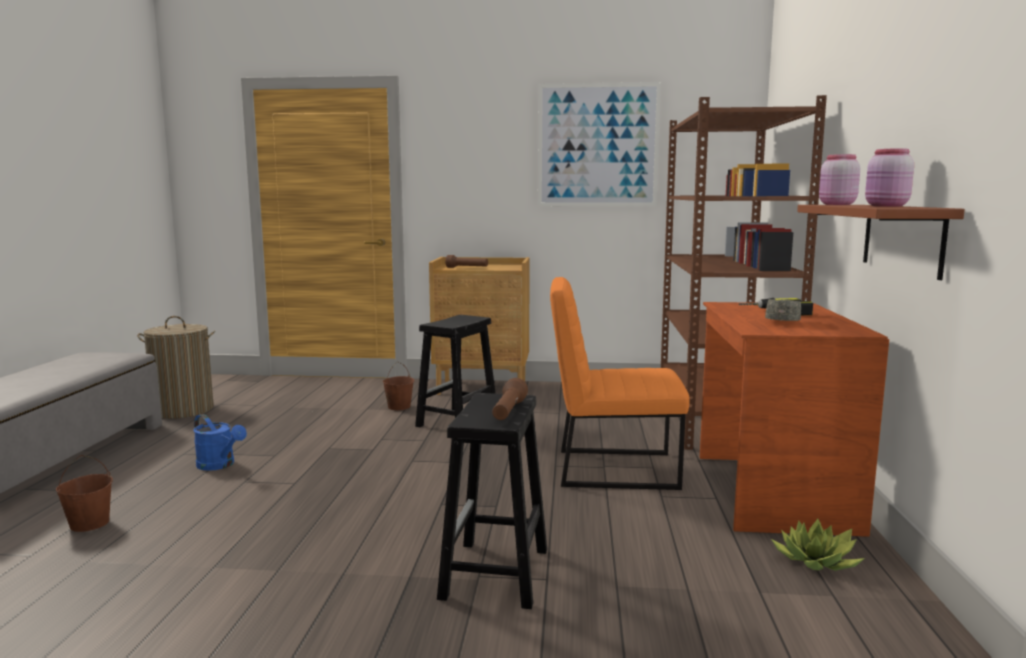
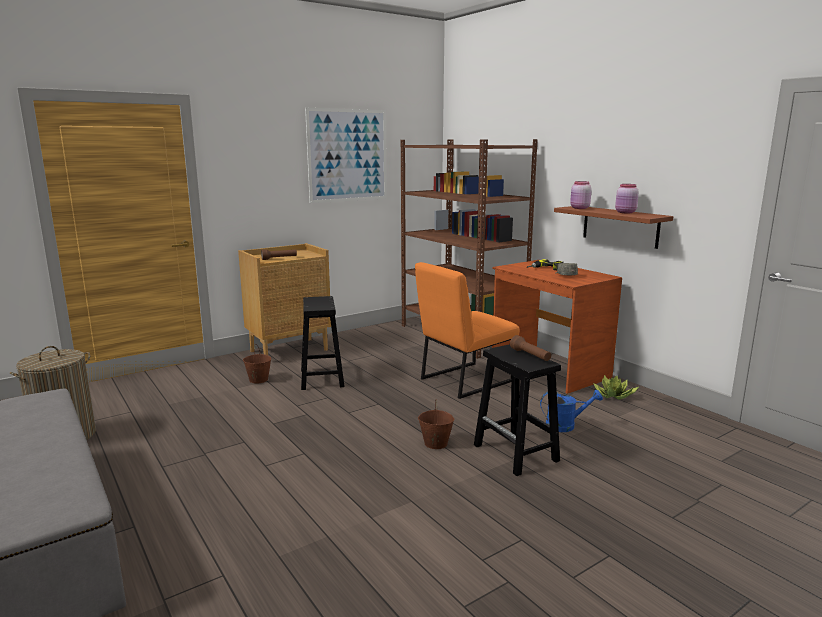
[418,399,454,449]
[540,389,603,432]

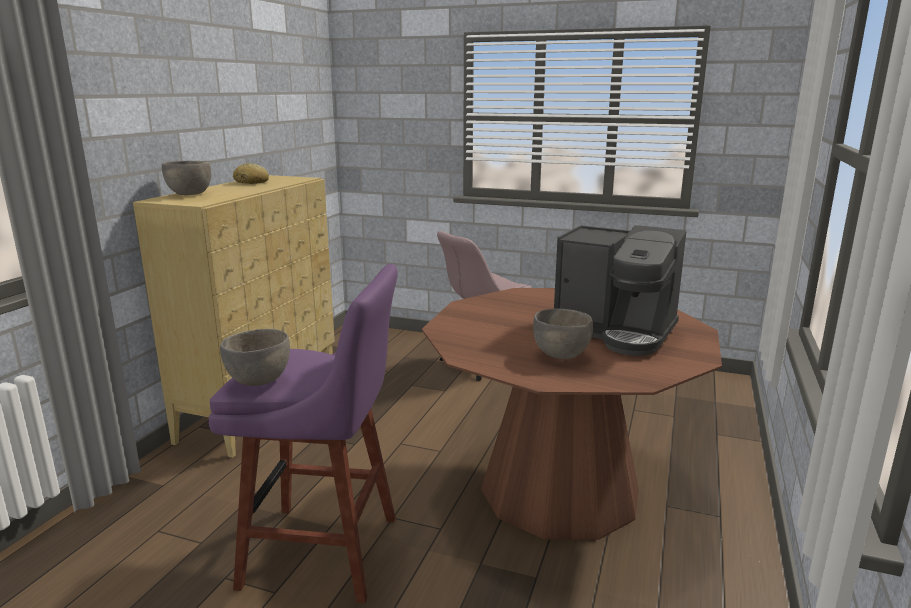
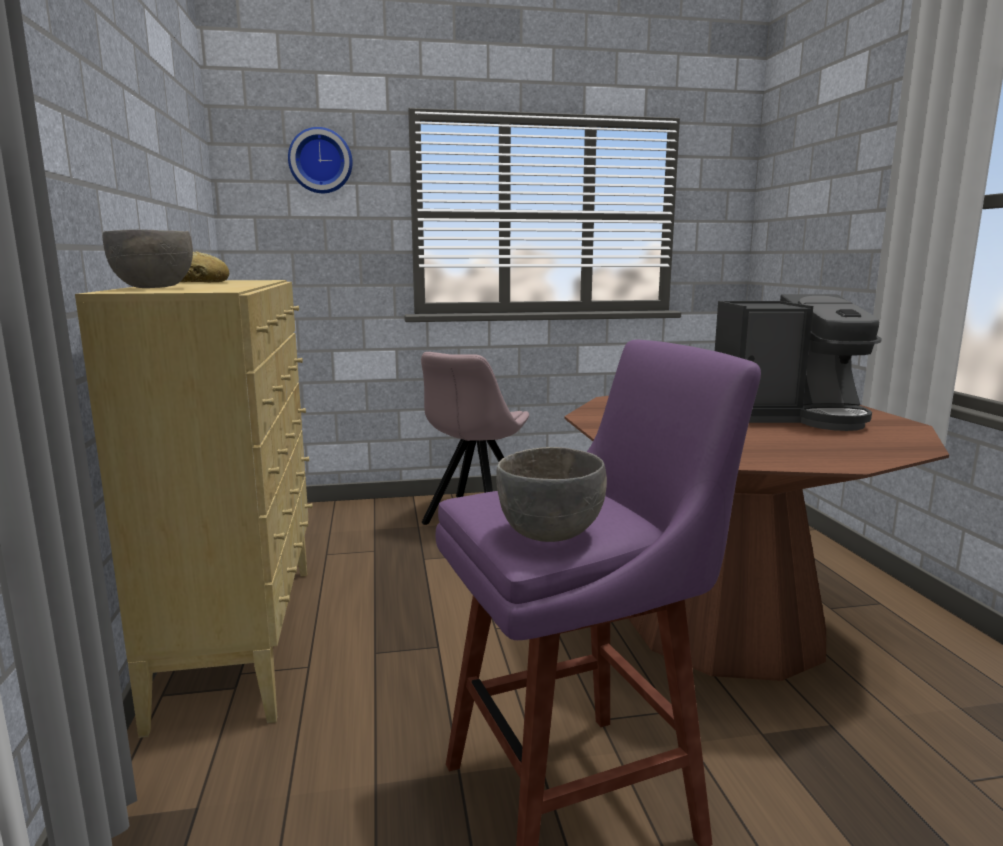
[533,308,593,359] (first image)
[288,127,353,193]

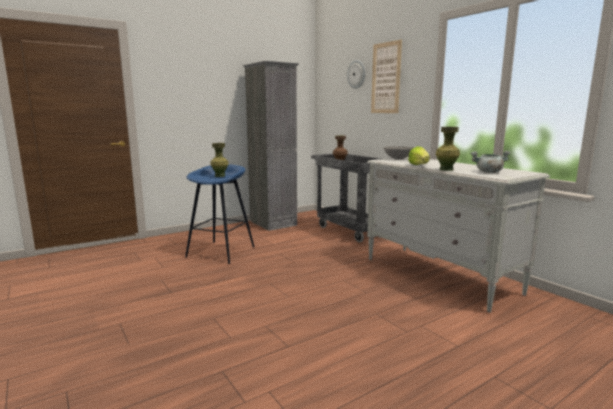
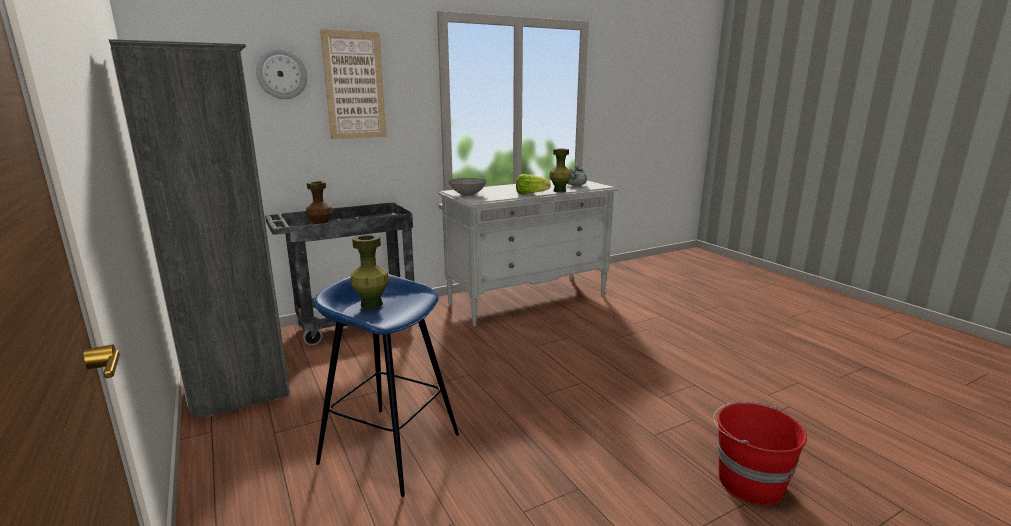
[713,401,807,505]

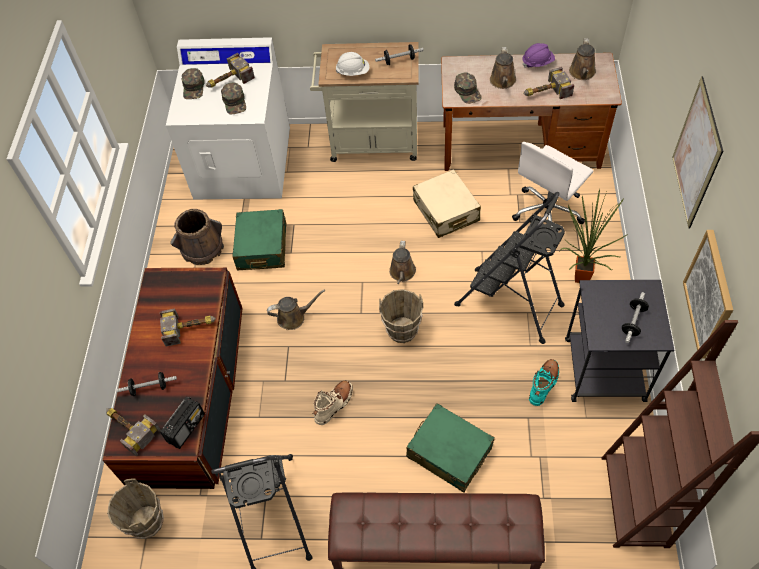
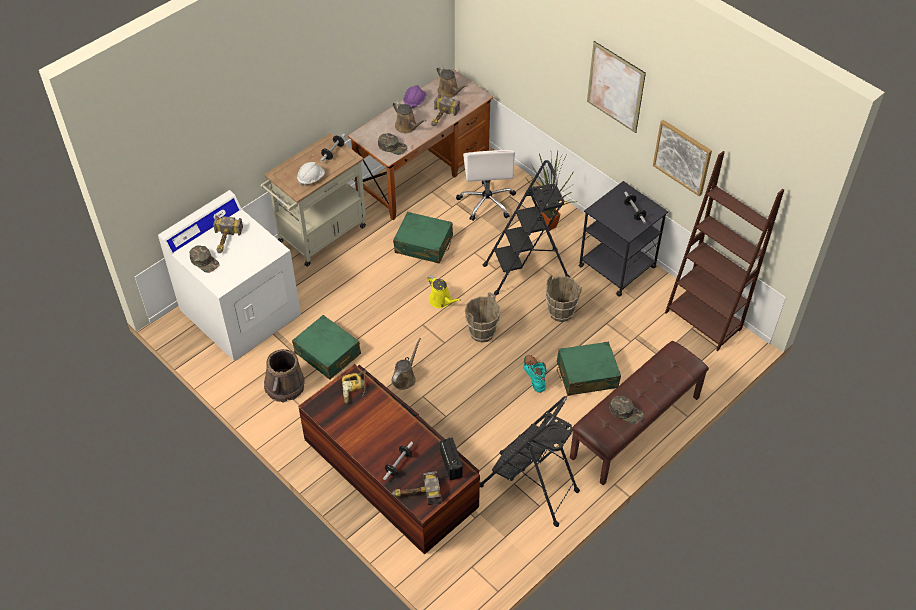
[546,275,582,322]
[160,308,216,346] (first image)
[609,396,643,424]
[313,381,353,425] (first image)
[427,275,461,308]
[393,212,453,264]
[523,355,547,392]
[342,371,366,403]

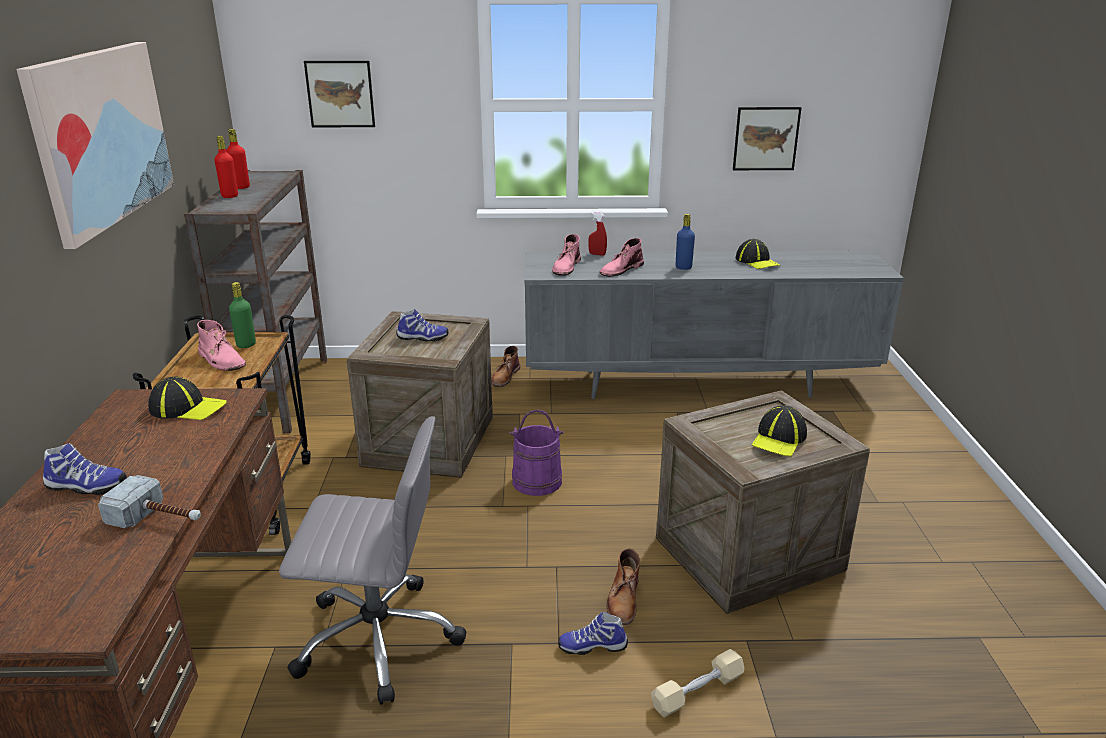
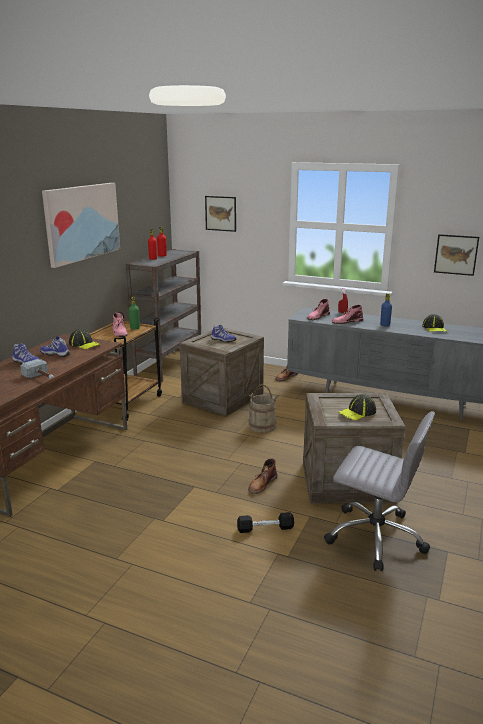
[324,411,435,571]
[249,384,277,433]
[40,336,70,357]
[237,512,294,533]

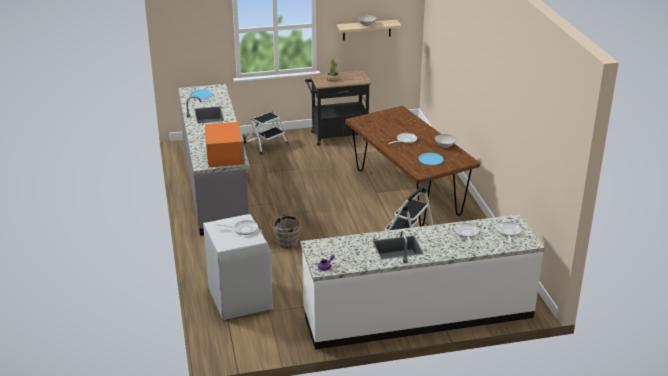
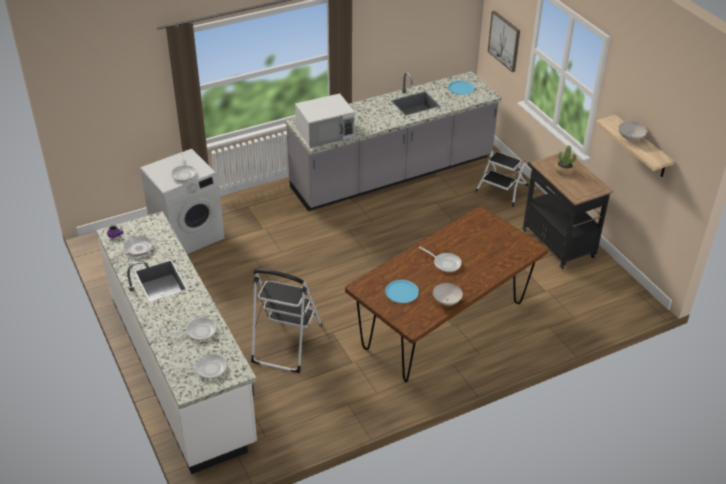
[295,93,355,148]
[270,215,301,249] (first image)
[110,236,154,261]
[488,11,520,72]

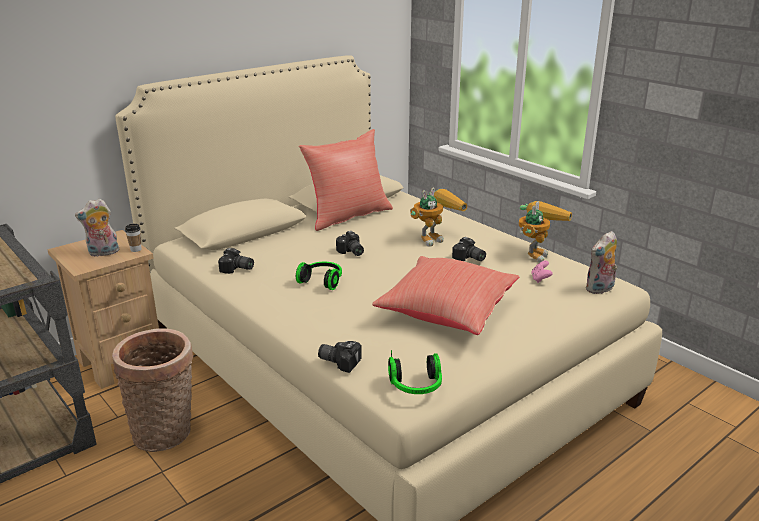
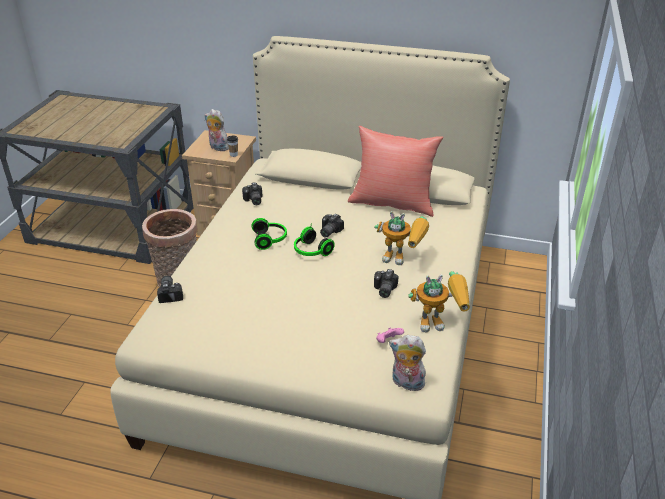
[372,256,519,335] (first image)
[294,223,335,256]

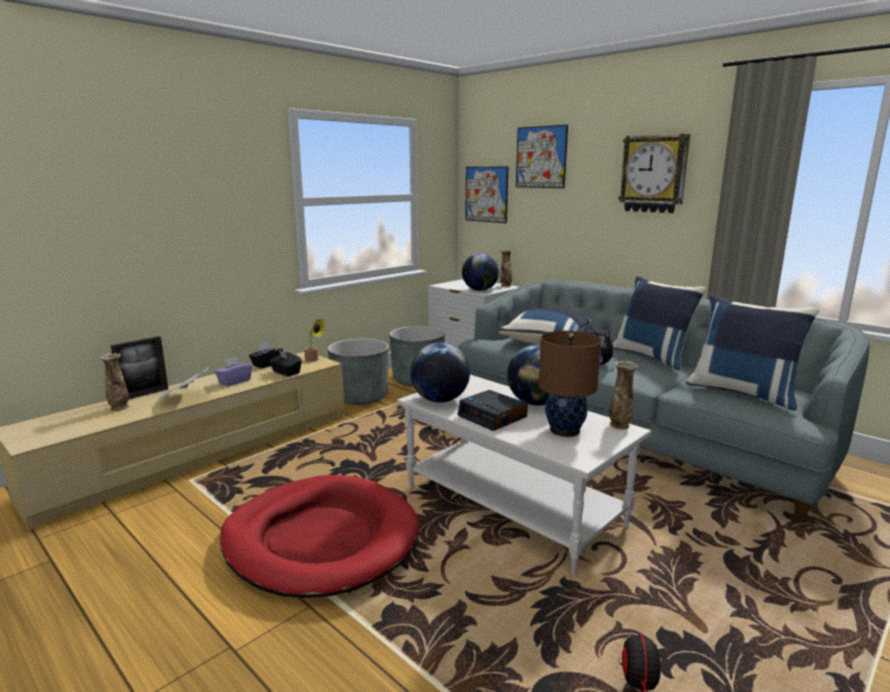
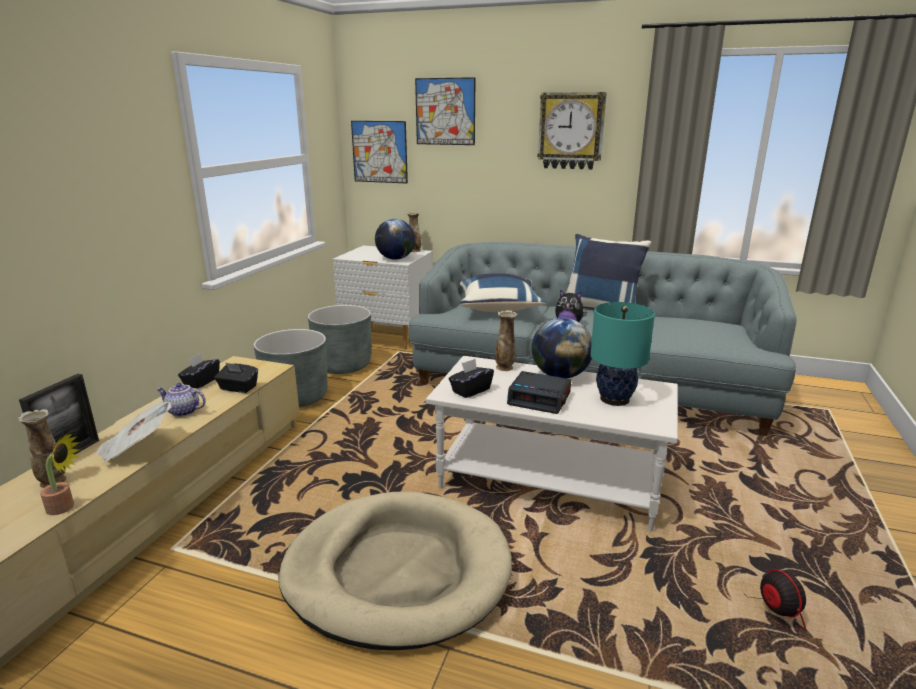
[157,383,206,417]
[278,491,512,650]
[40,433,80,515]
[449,359,494,398]
[590,302,655,406]
[495,310,517,371]
[686,296,819,411] (first image)

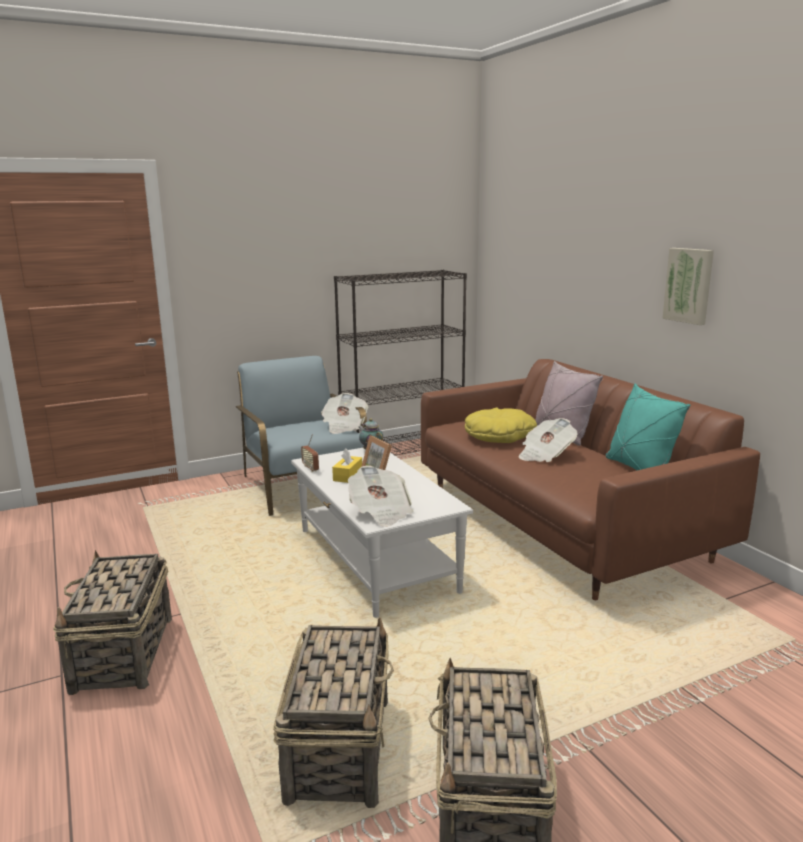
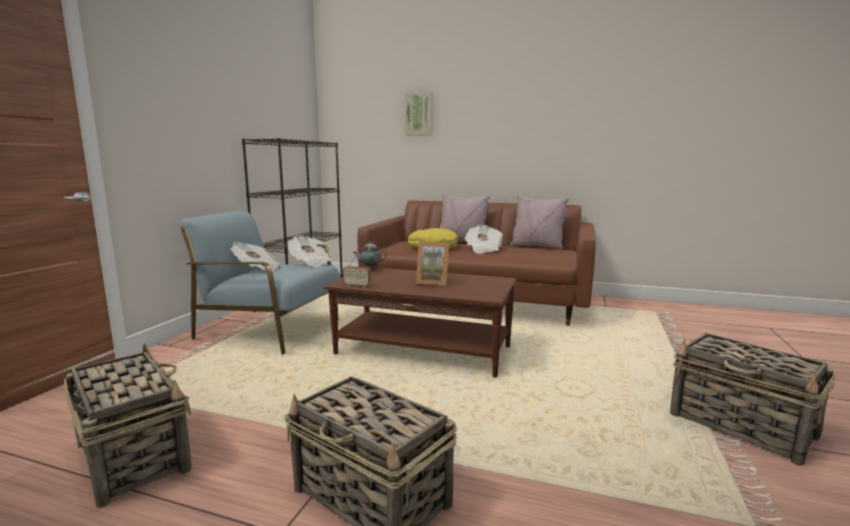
[64,343,192,508]
[324,267,516,378]
[332,448,362,483] (first image)
[230,242,280,272]
[510,196,569,249]
[405,92,432,136]

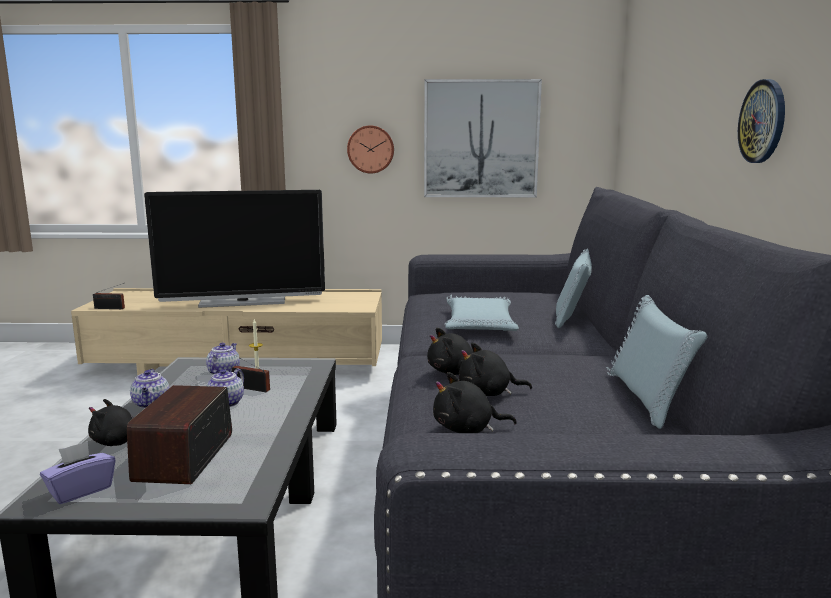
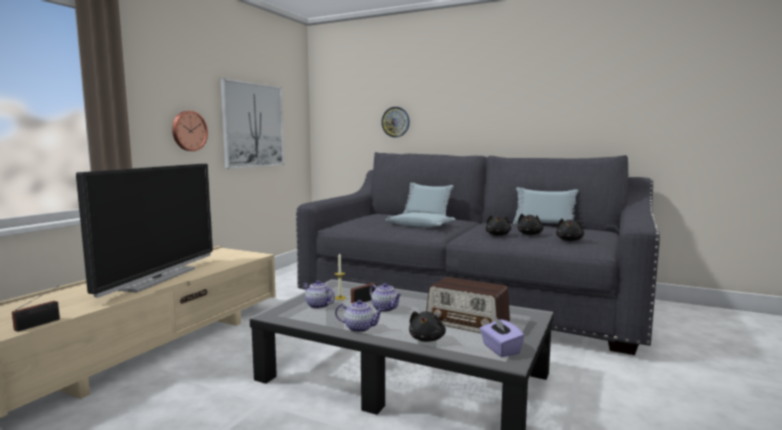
[381,107,410,137]

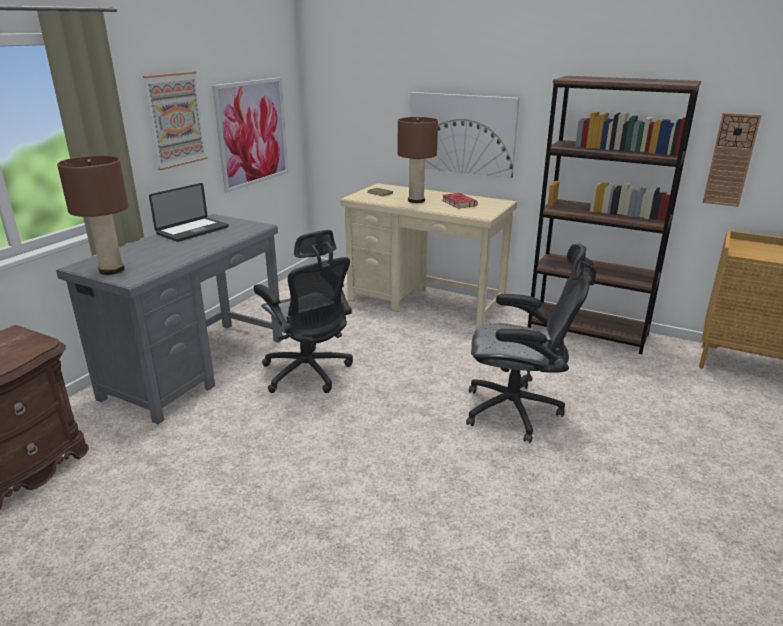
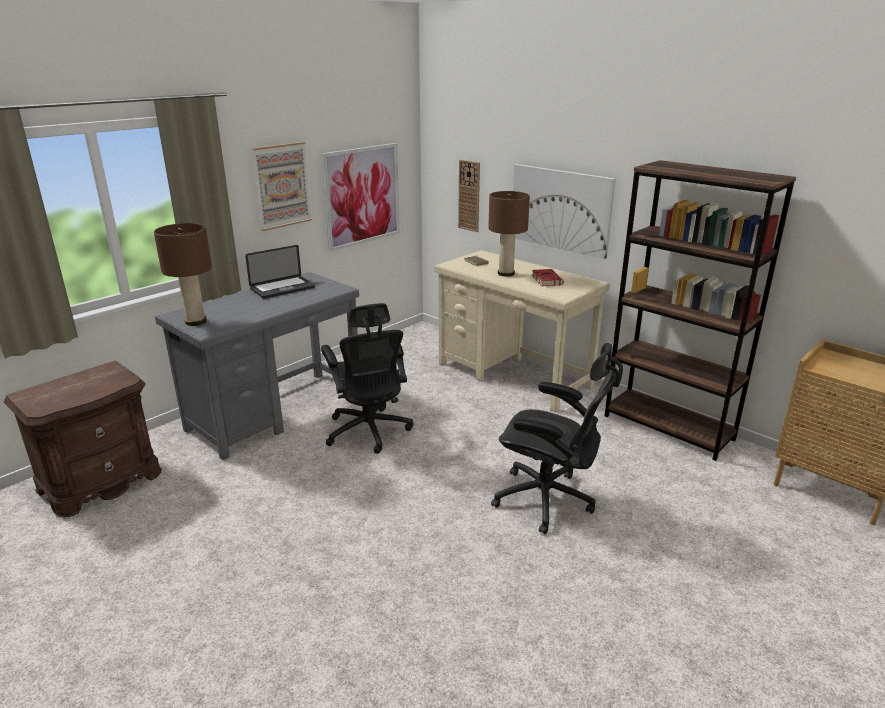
[458,160,480,232]

